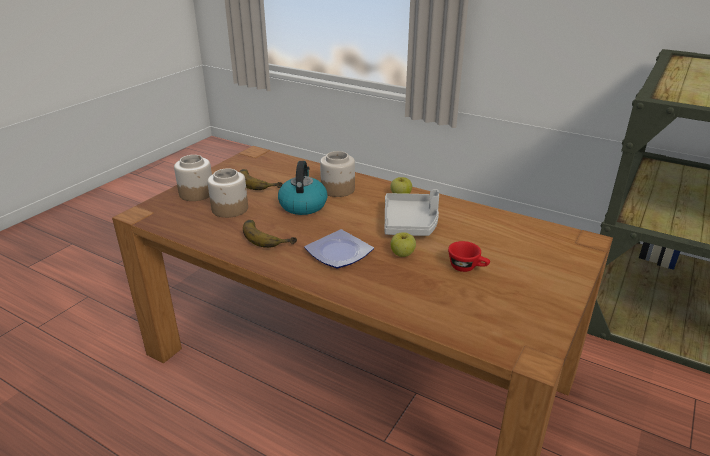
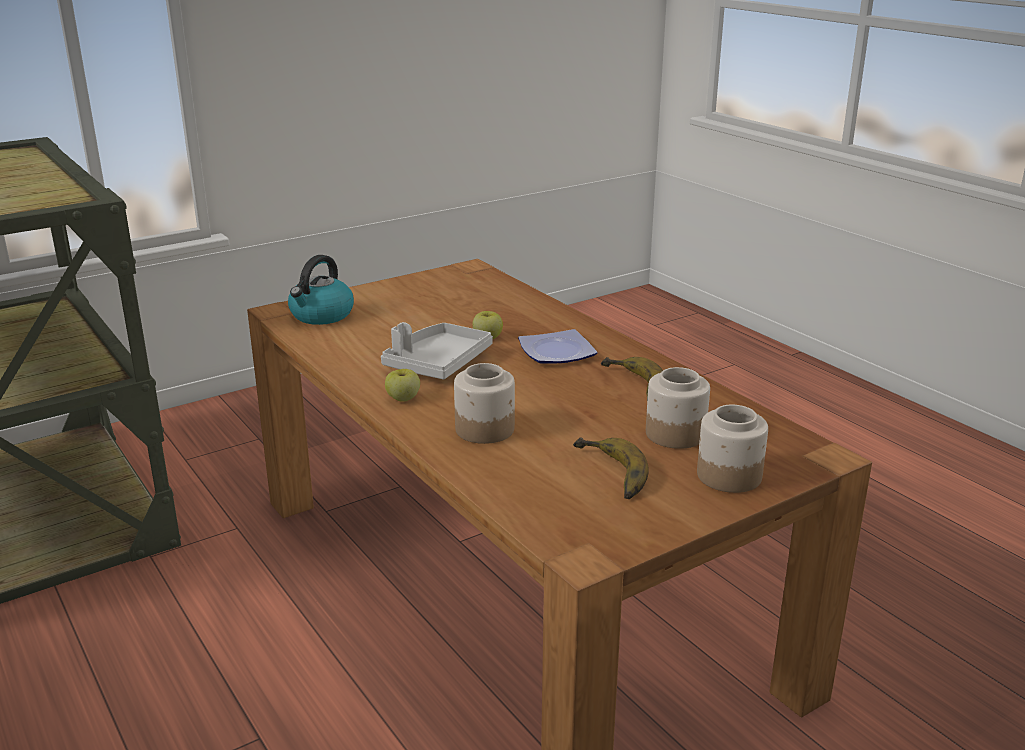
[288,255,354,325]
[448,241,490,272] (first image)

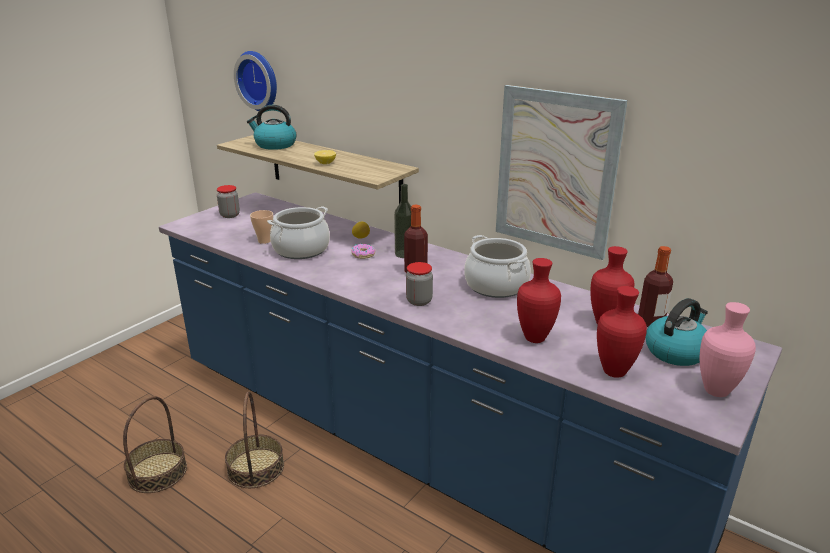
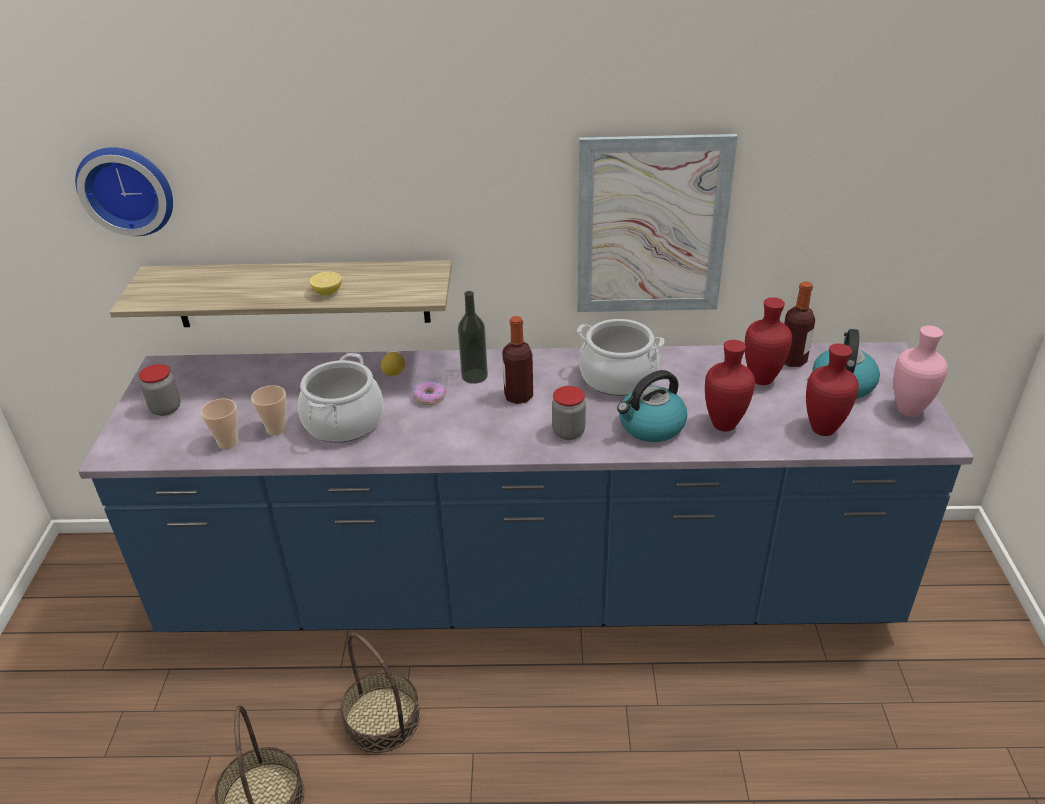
[617,370,687,442]
[201,399,238,449]

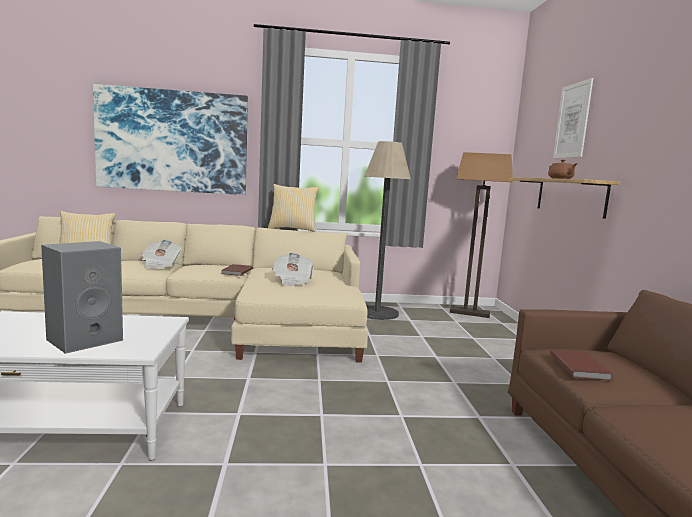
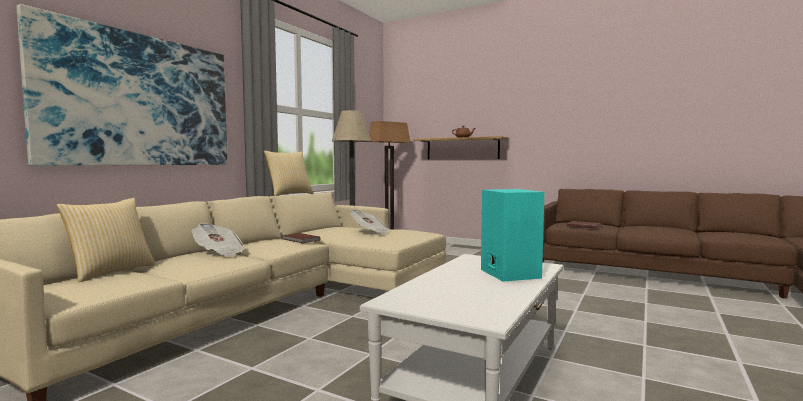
[481,189,544,282]
[553,78,593,158] (first image)

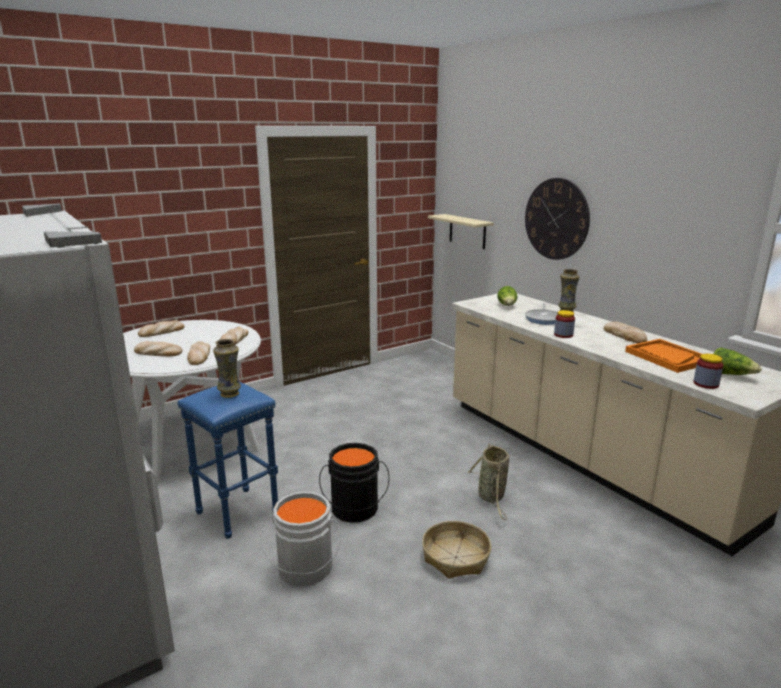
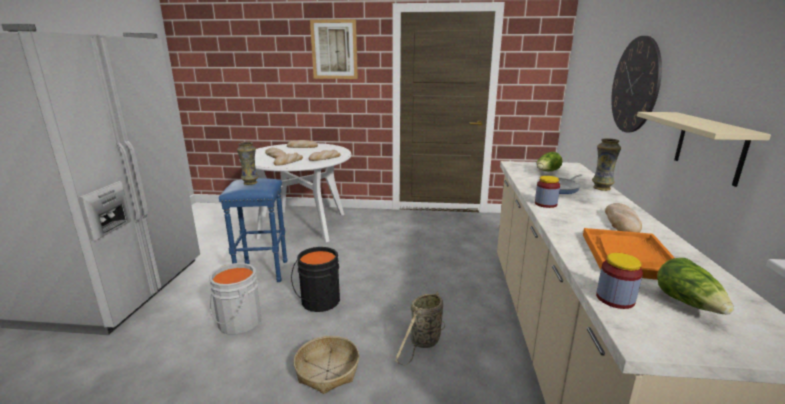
[637,112,771,187]
[310,19,358,79]

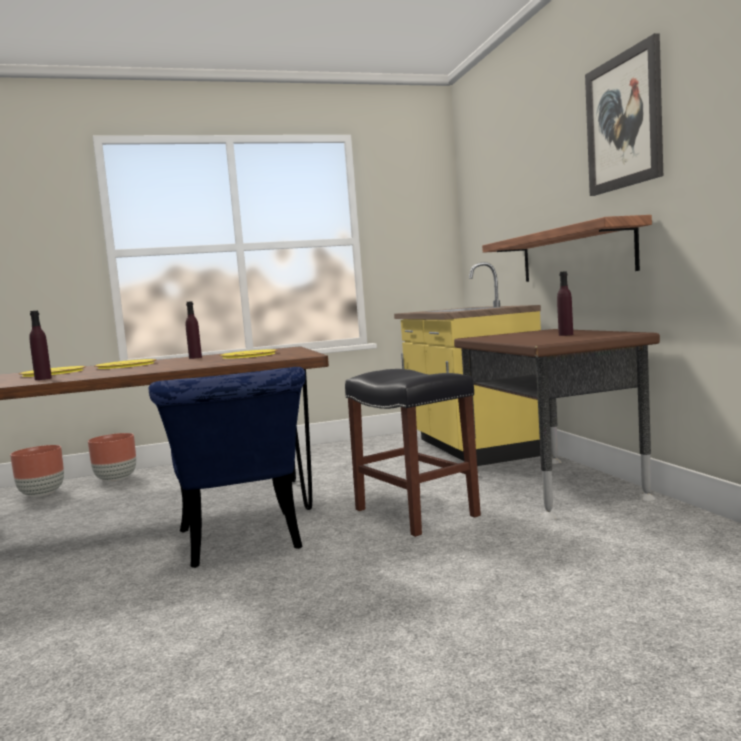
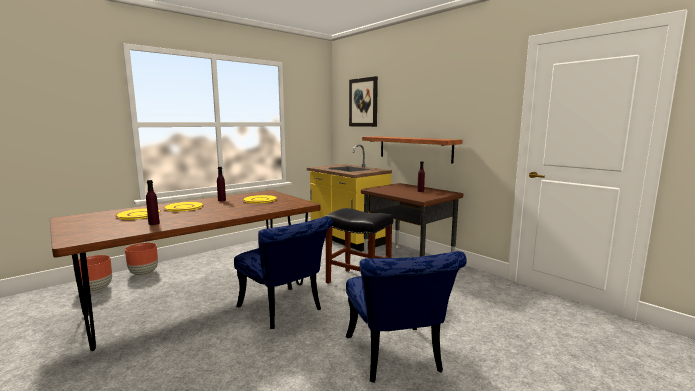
[349,76,378,127]
[346,251,467,383]

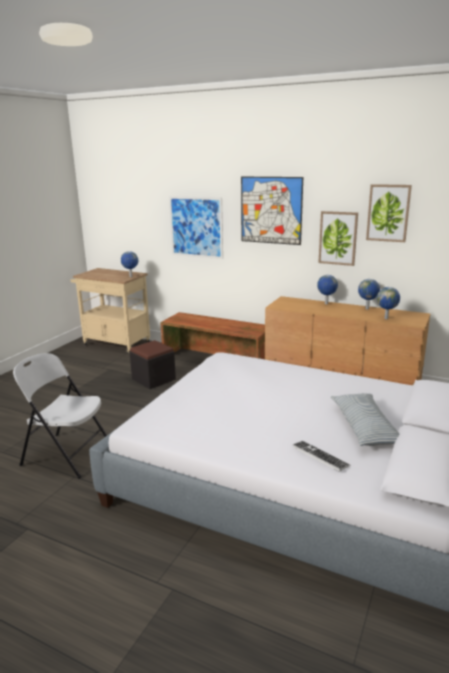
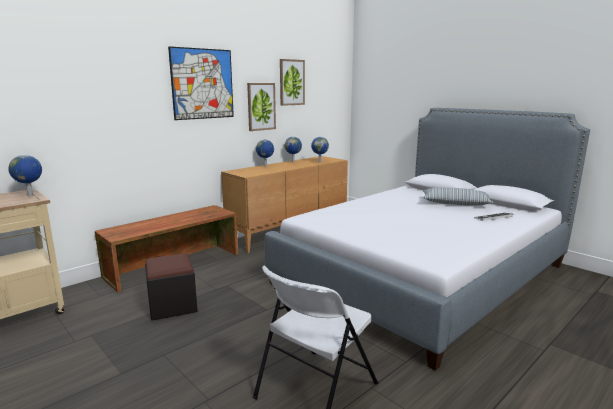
[169,196,223,259] (first image)

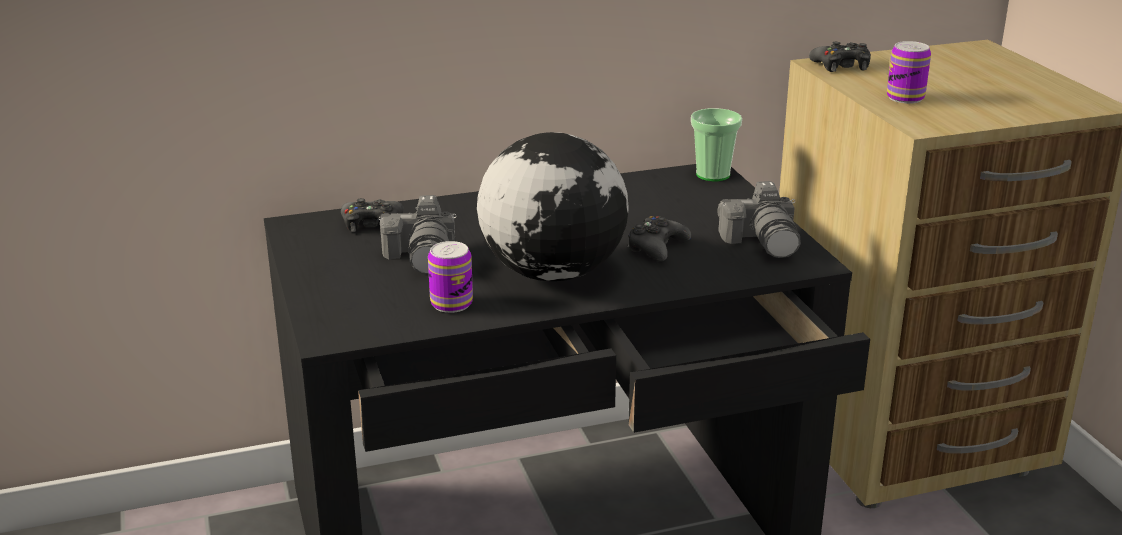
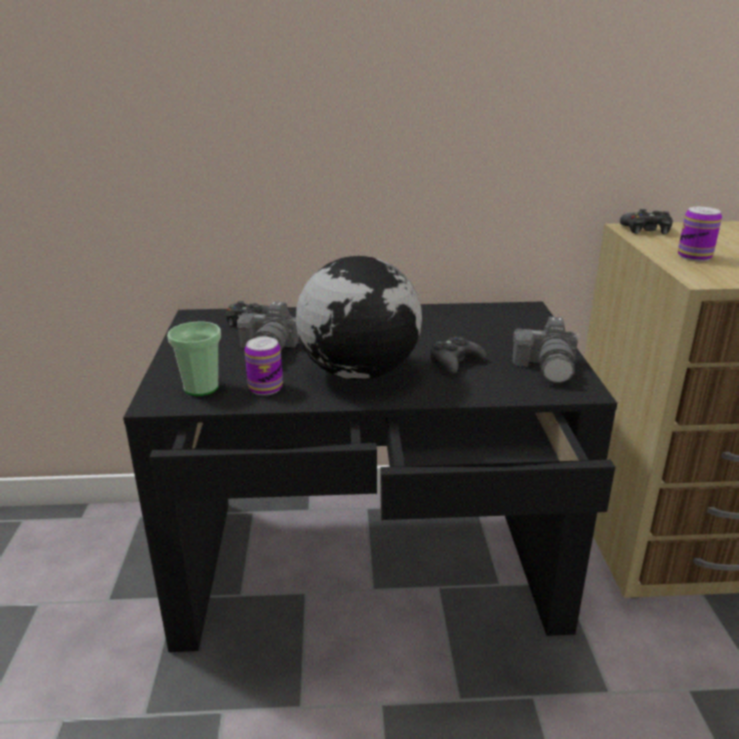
[167,321,221,396]

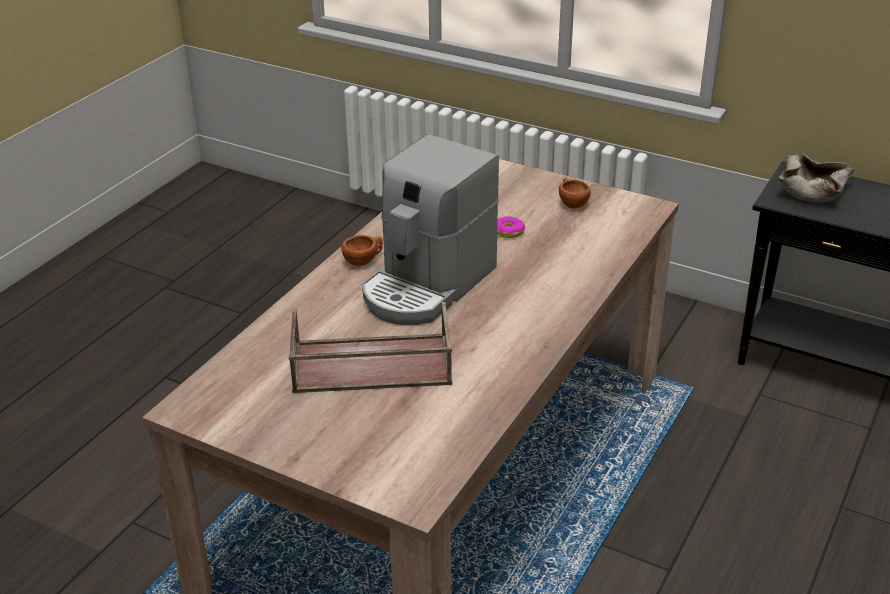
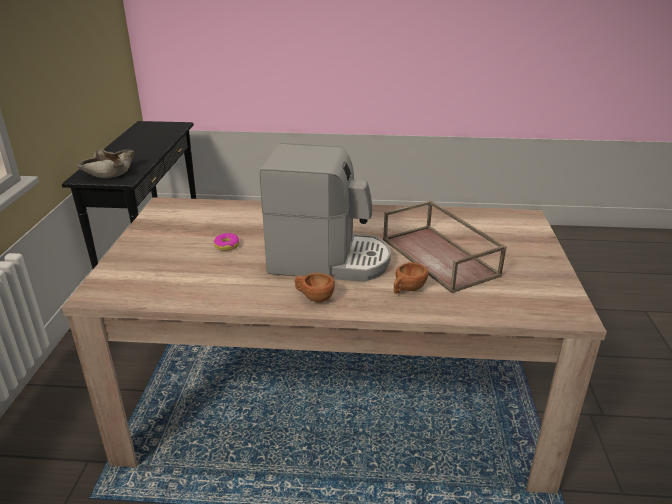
[394,262,428,294]

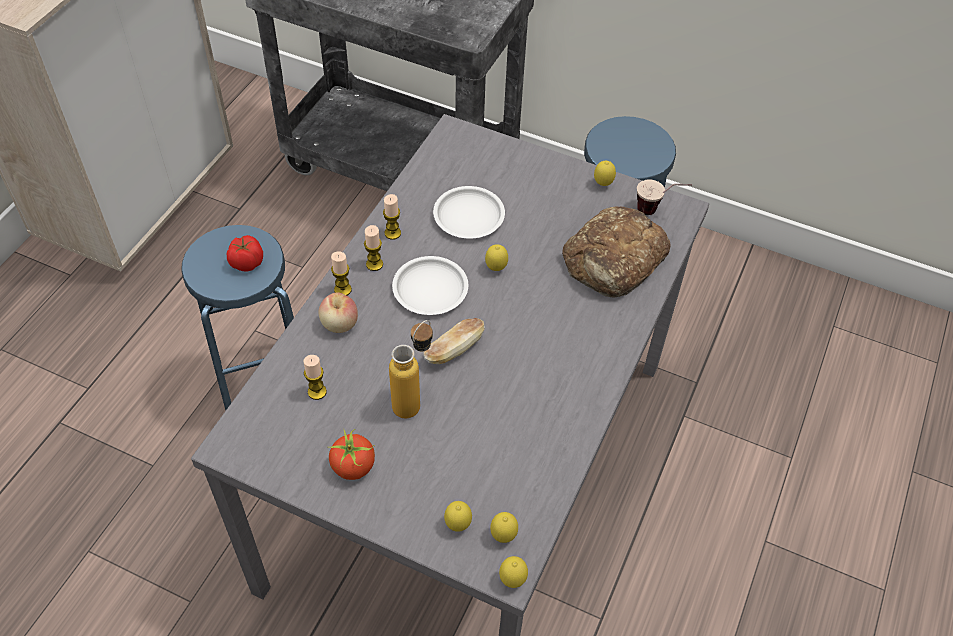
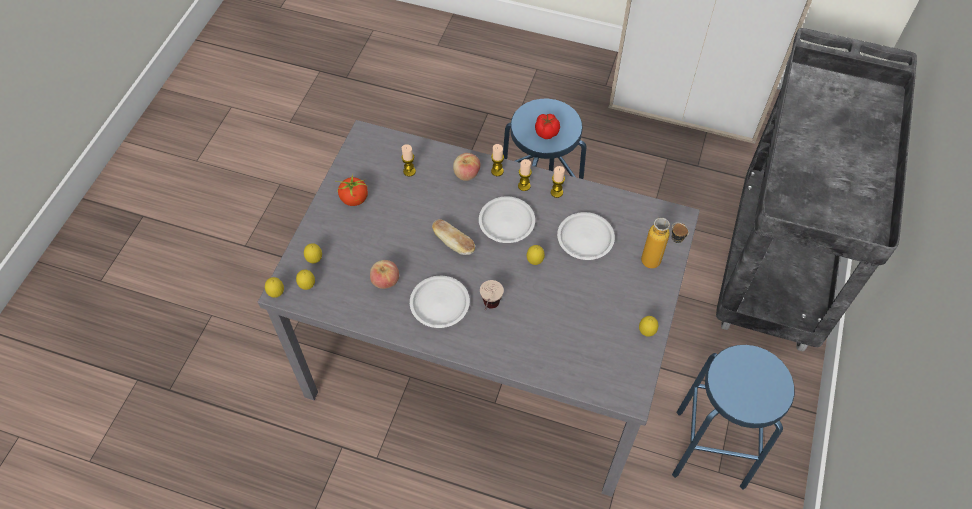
[641,218,689,268]
[562,207,671,298] (first image)
[480,280,504,310]
[370,260,399,289]
[410,276,470,328]

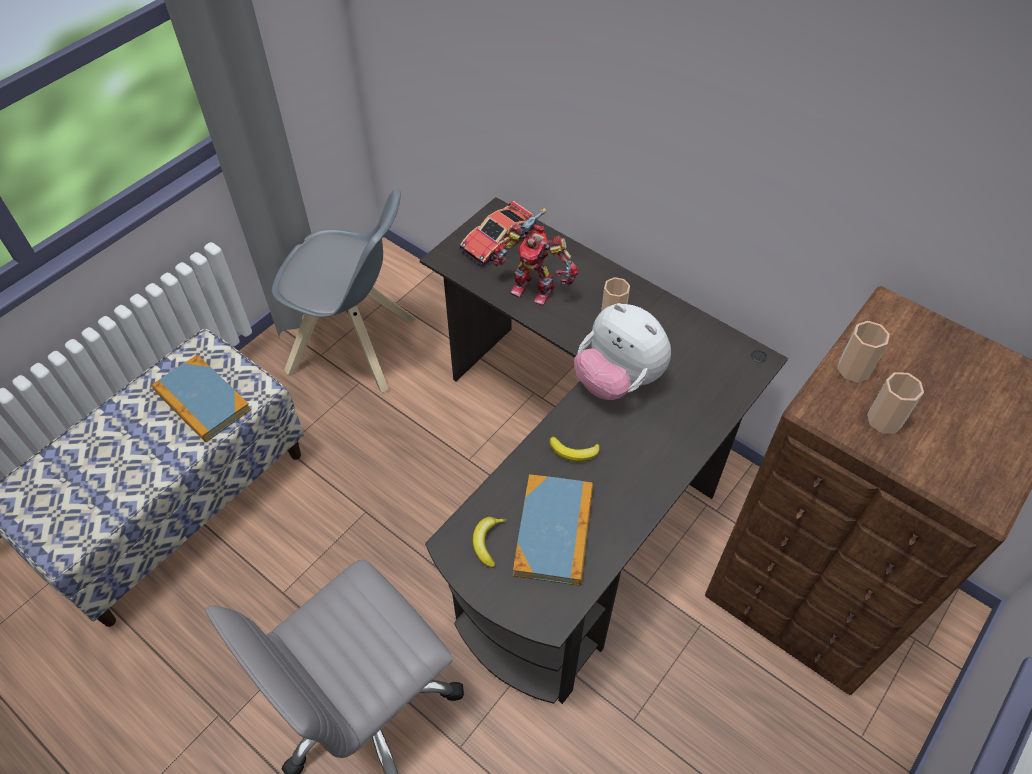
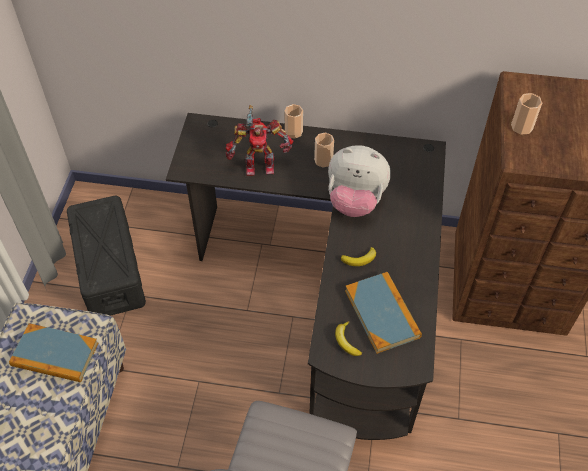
[67,196,146,316]
[459,201,533,266] (first image)
[284,104,303,139]

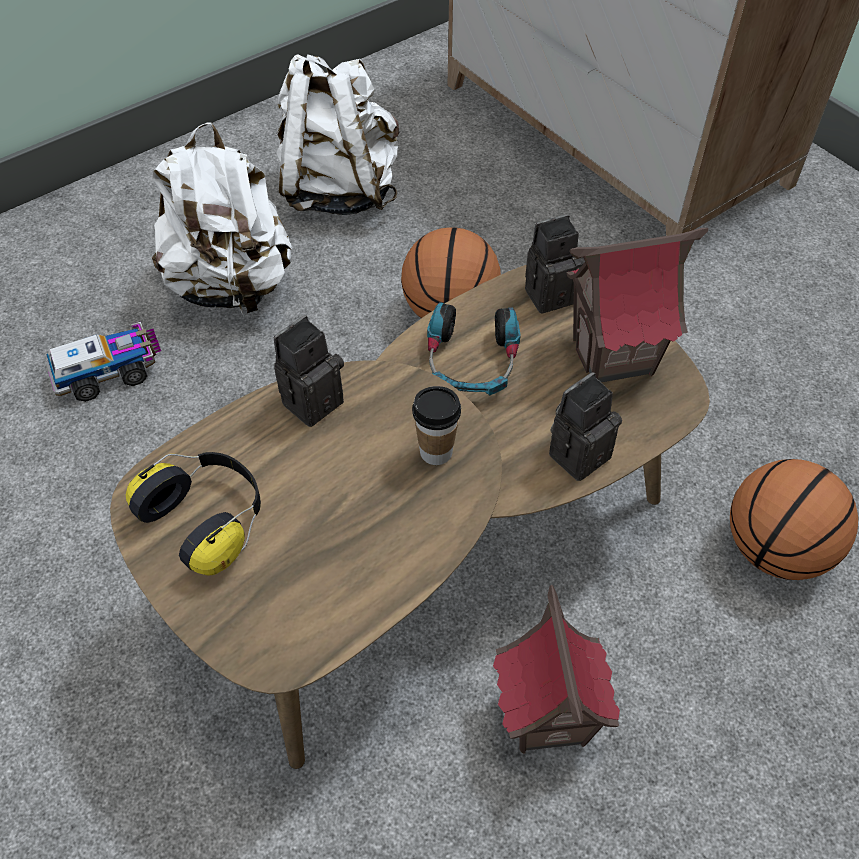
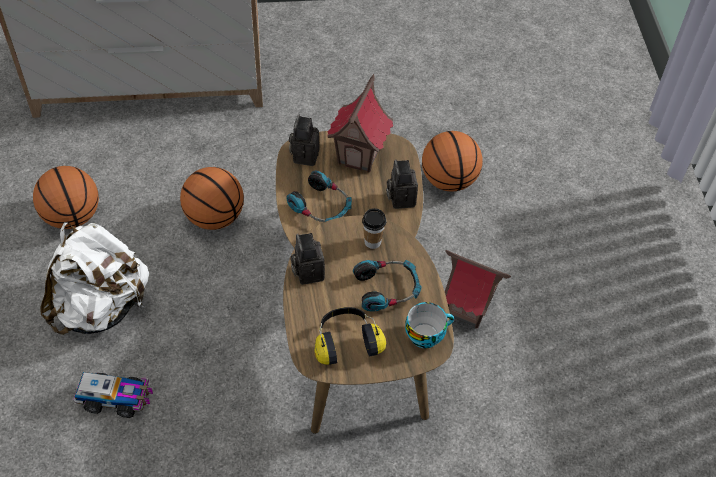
[73,372,153,418]
[33,166,99,229]
[353,260,422,312]
[405,302,454,349]

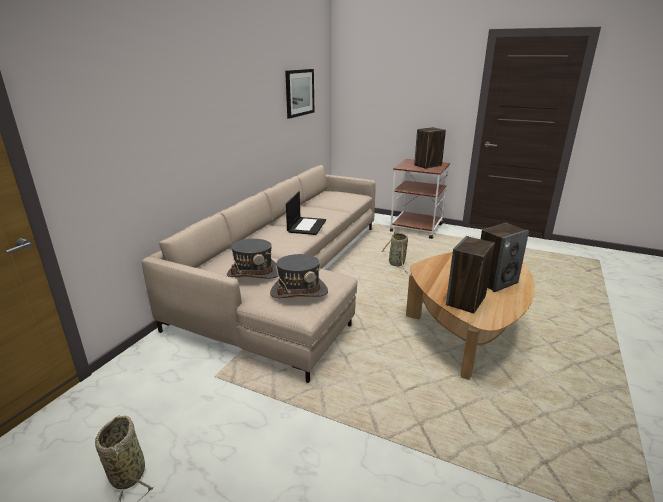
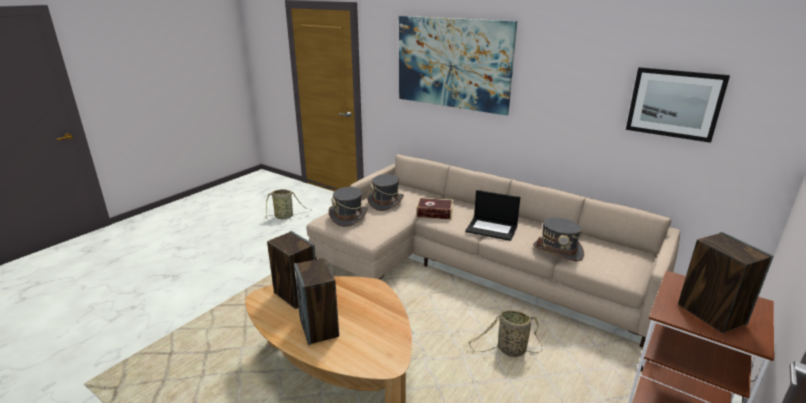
[399,16,517,116]
[416,198,453,220]
[533,217,584,261]

